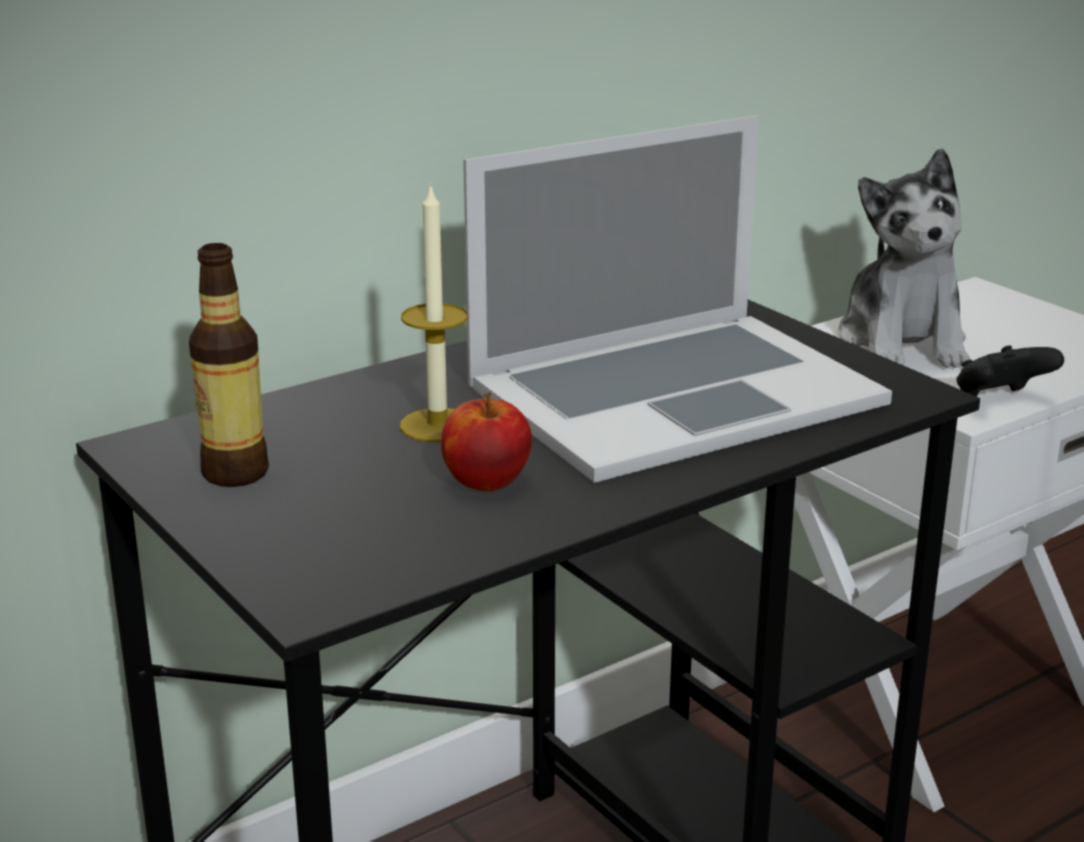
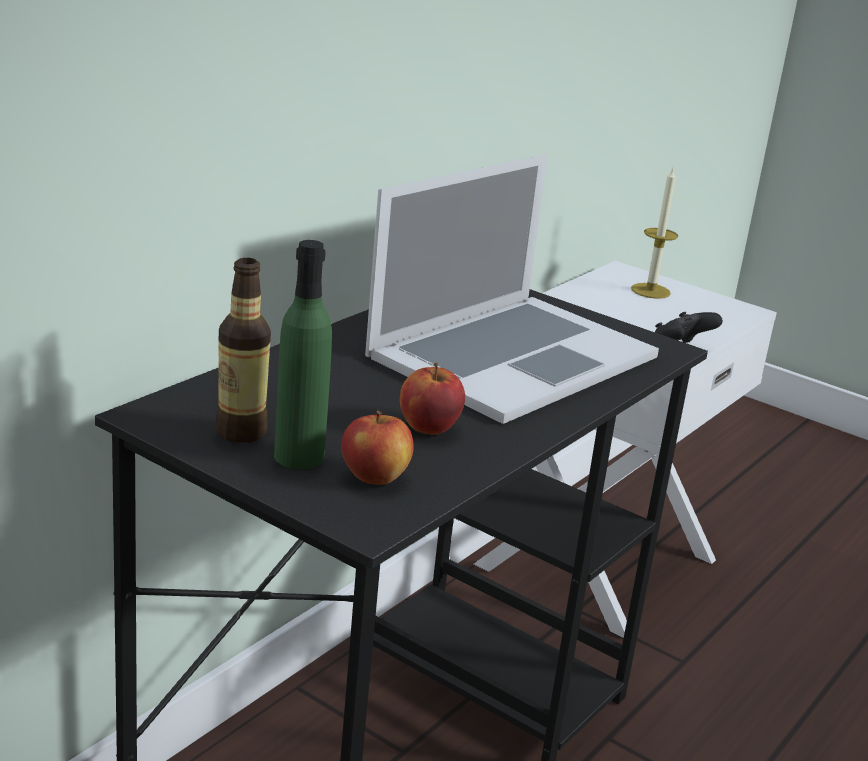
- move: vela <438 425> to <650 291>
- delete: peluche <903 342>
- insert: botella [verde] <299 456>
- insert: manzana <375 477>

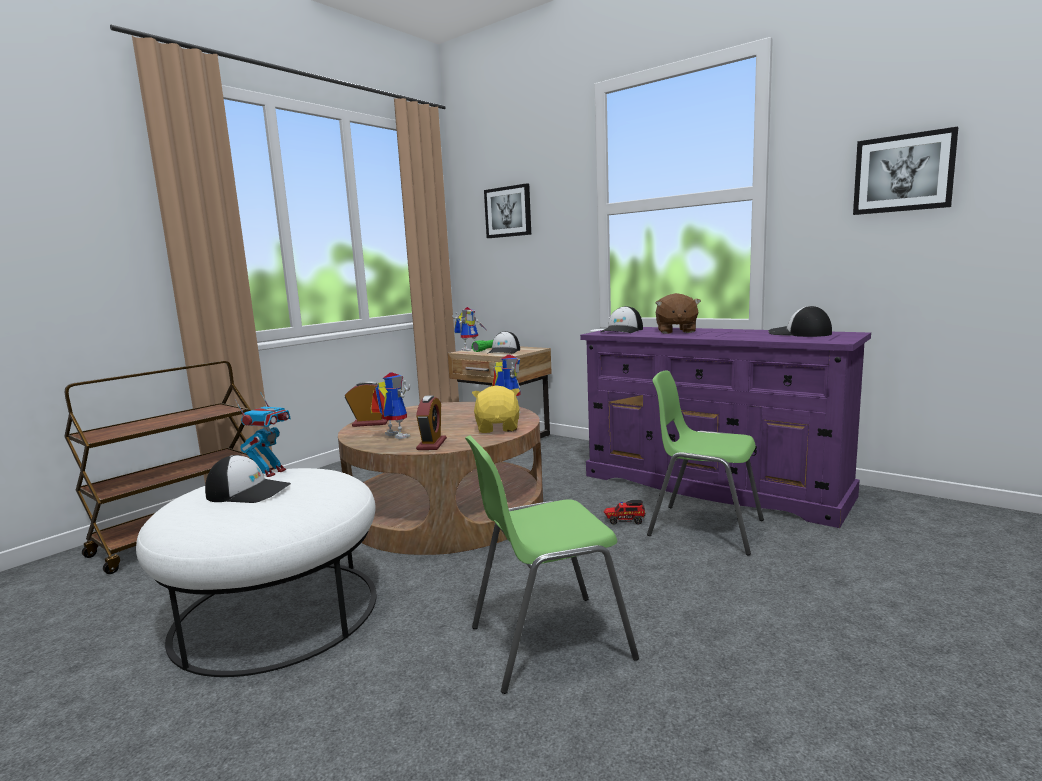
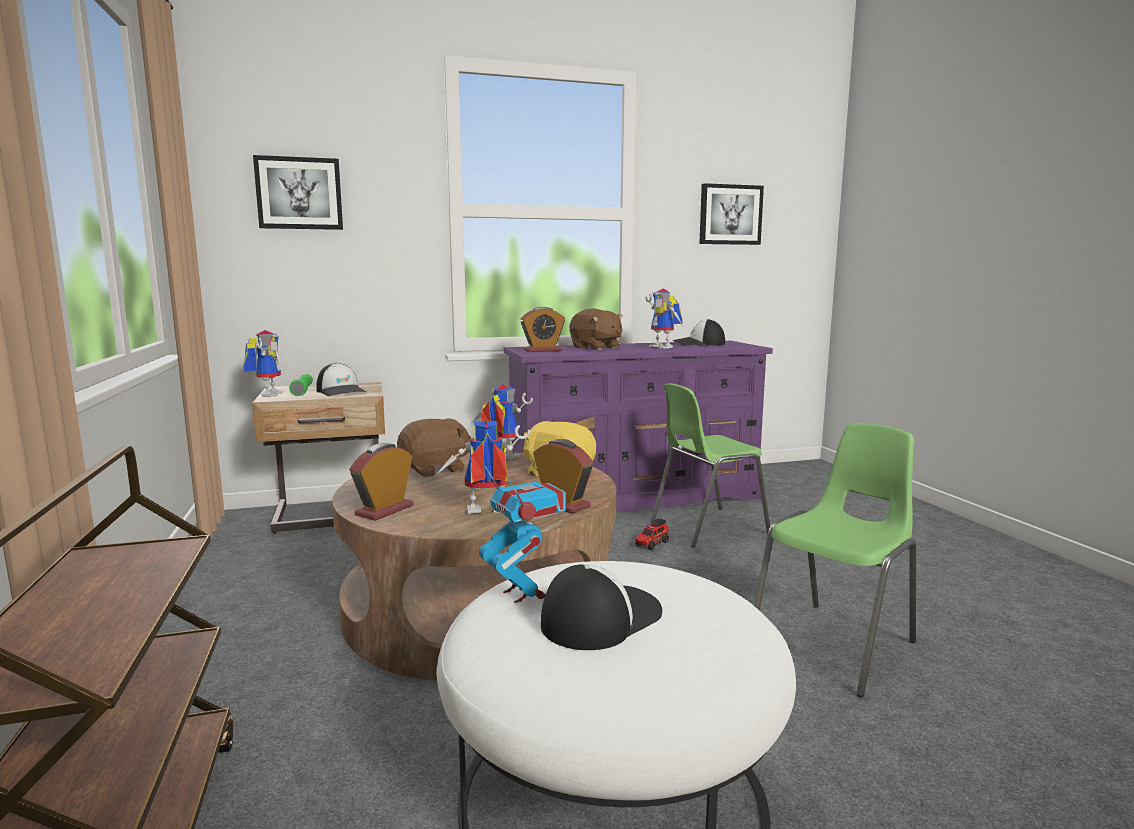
- rotate: silla [verde] <548 642> = <835 645> 150 degrees counterclockwise
- replace: gorra <622 331> to despertador <542 350>
- insert: peluche [marrón] <435 469>
- insert: robot de juguete <665 347>

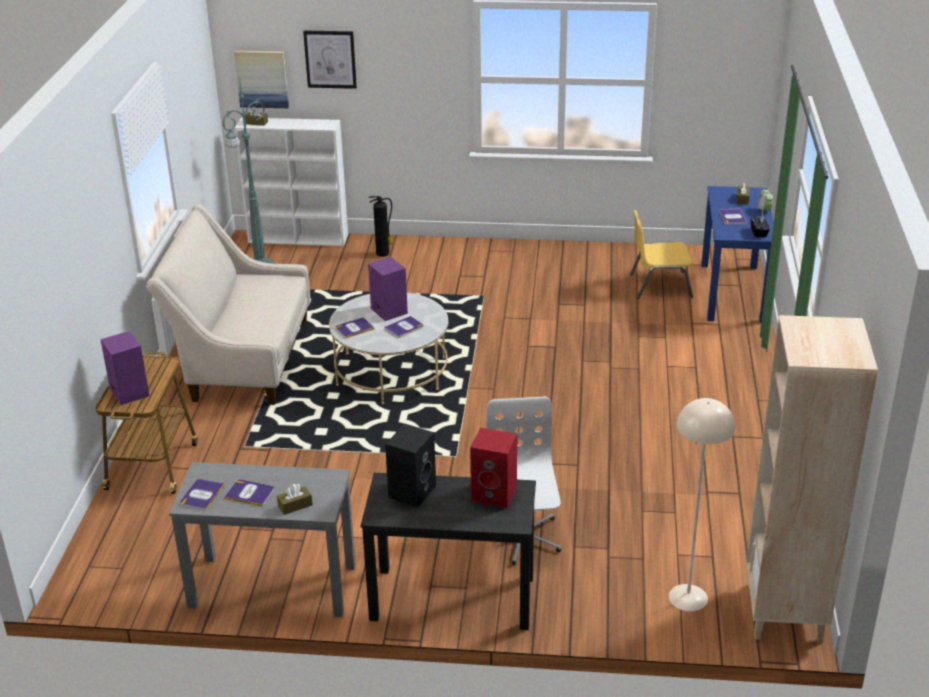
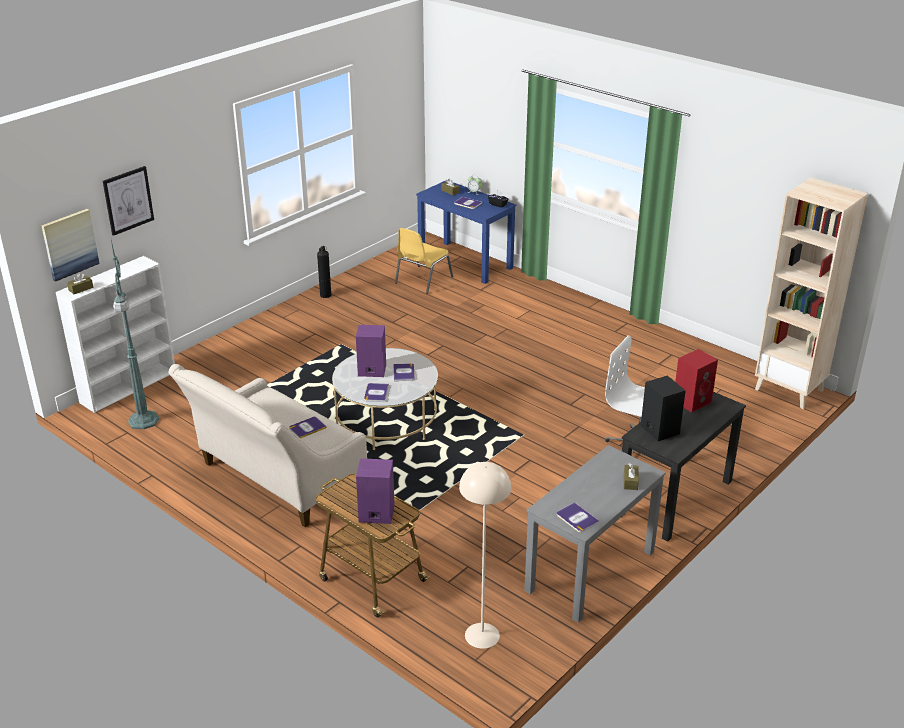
- move: libro <250 493> to <307 428>
- move: extintor <383 253> to <325 295>
- move: lámpara de pie [beis] <688 597> to <482 635>

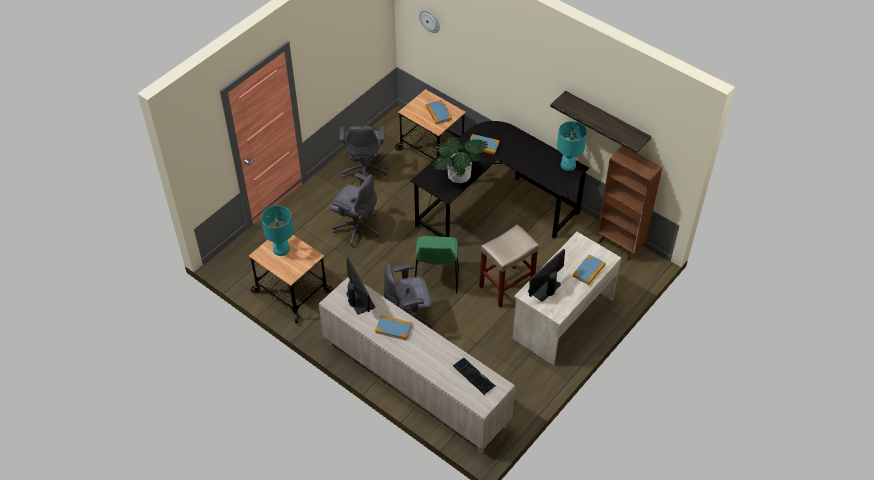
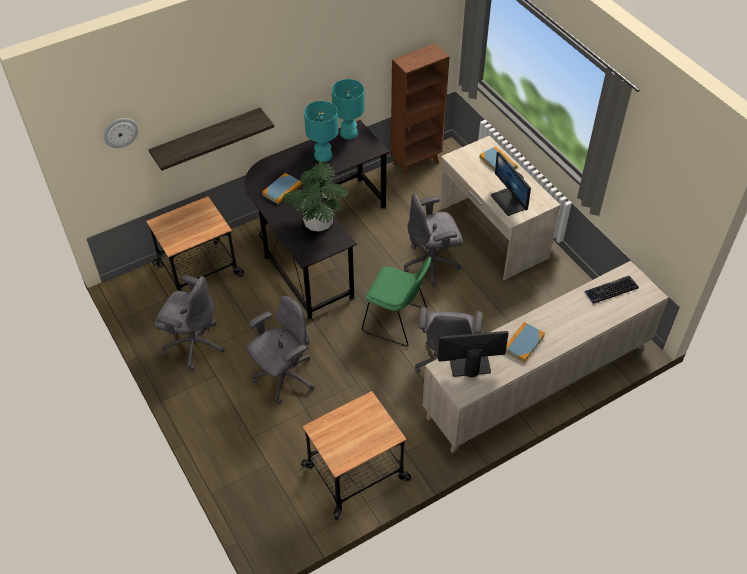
- move: lámpara de mesa [turquesa] <282 249> to <323 155>
- delete: libro <438 113>
- replace: taburete [beis] <507 285> to silla de oficina [gris] <432 264>
- move: estante <606 121> to <207 138>

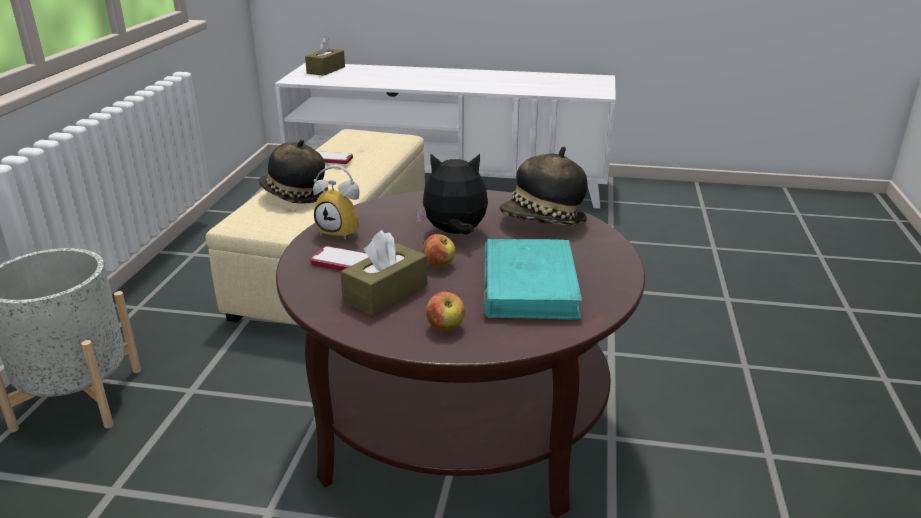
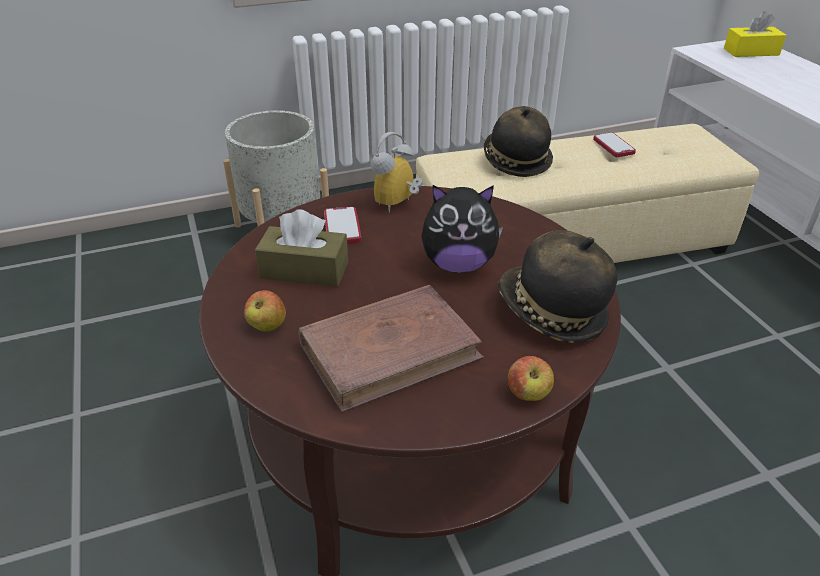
- recolor: caja de pañuelos [marrón] <326 70> to caja de pañuelos [amarillo] <751 52>
- rotate: despertador <343 231> = <398 205> 45 degrees clockwise
- rotate: peluche <455 233> = <458 264> 120 degrees clockwise
- move: manzana <439 265> to <528 394>
- recolor: libro [turquesa] <529 284> to libro [marrón] <390 351>

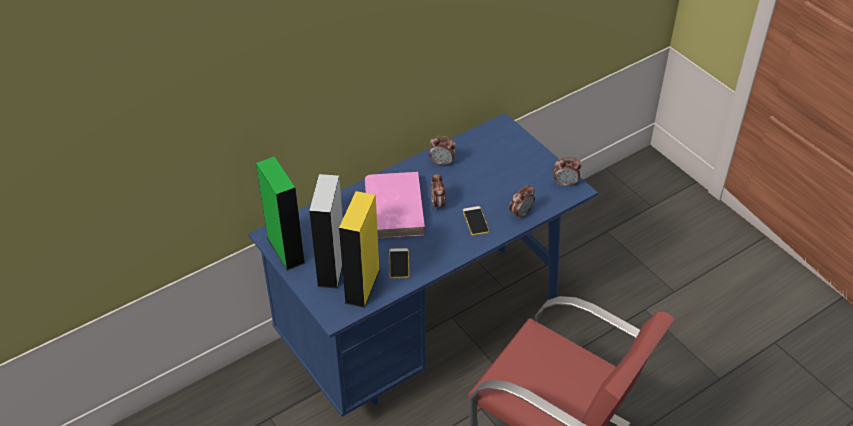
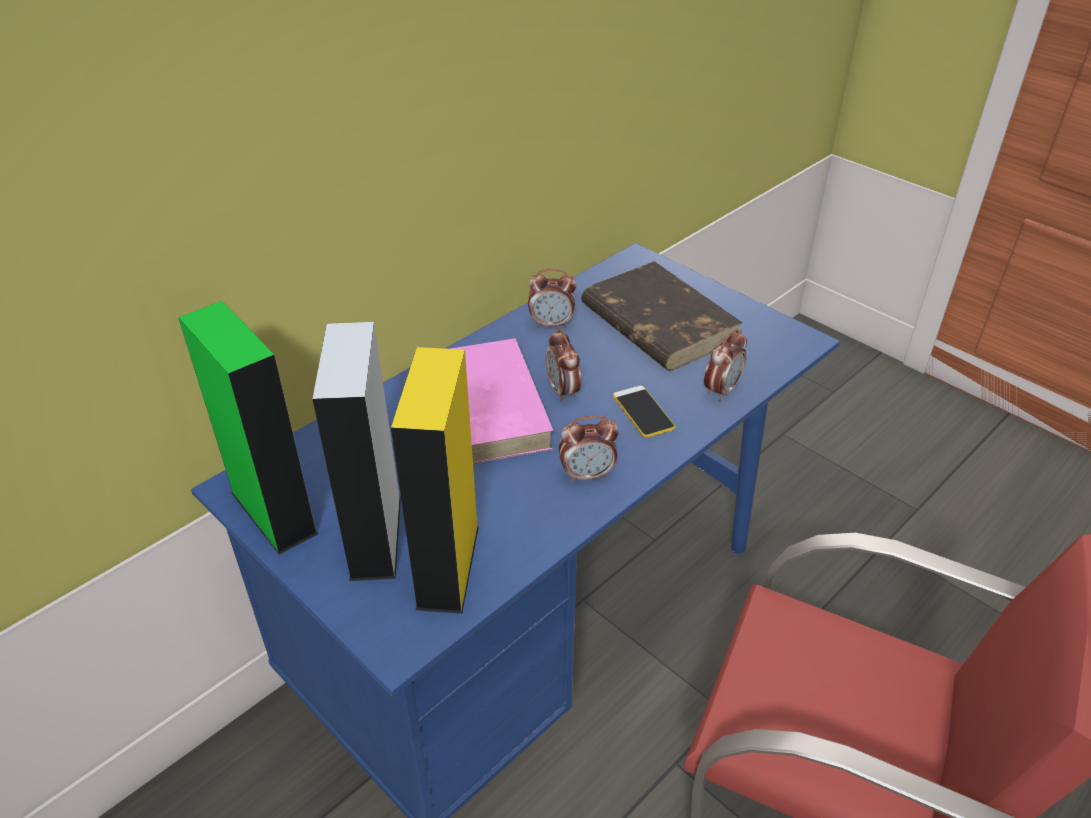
- delete: móvil <399 263>
- move: despertador <565 183> to <587 475>
- insert: libro [marrón] <657 322>

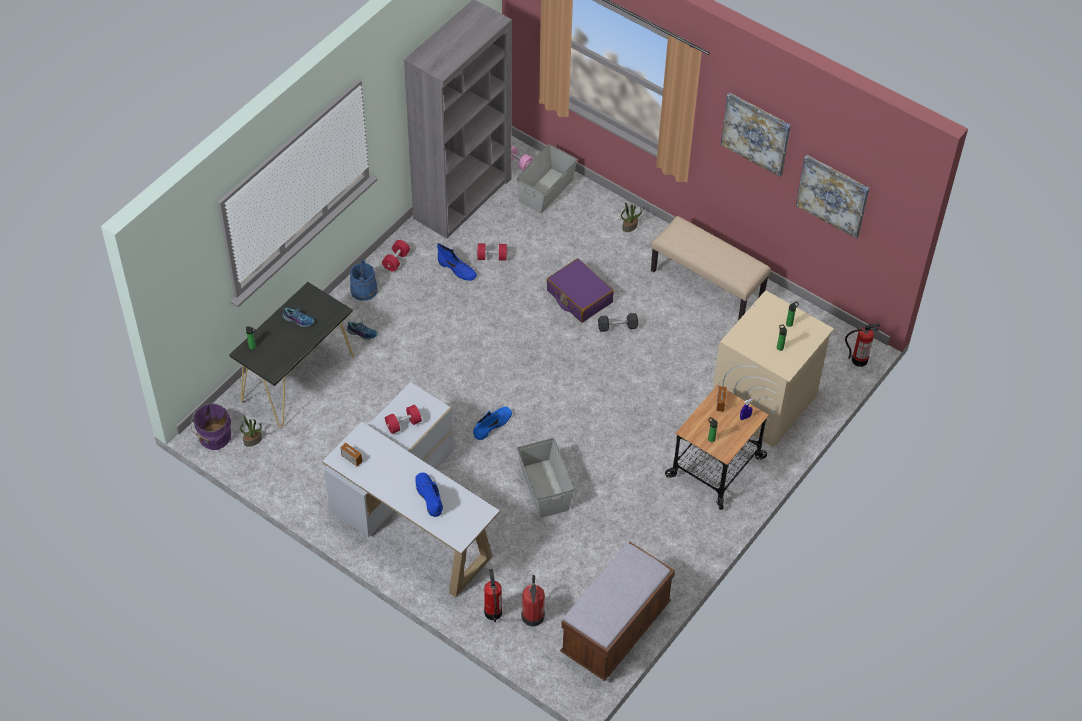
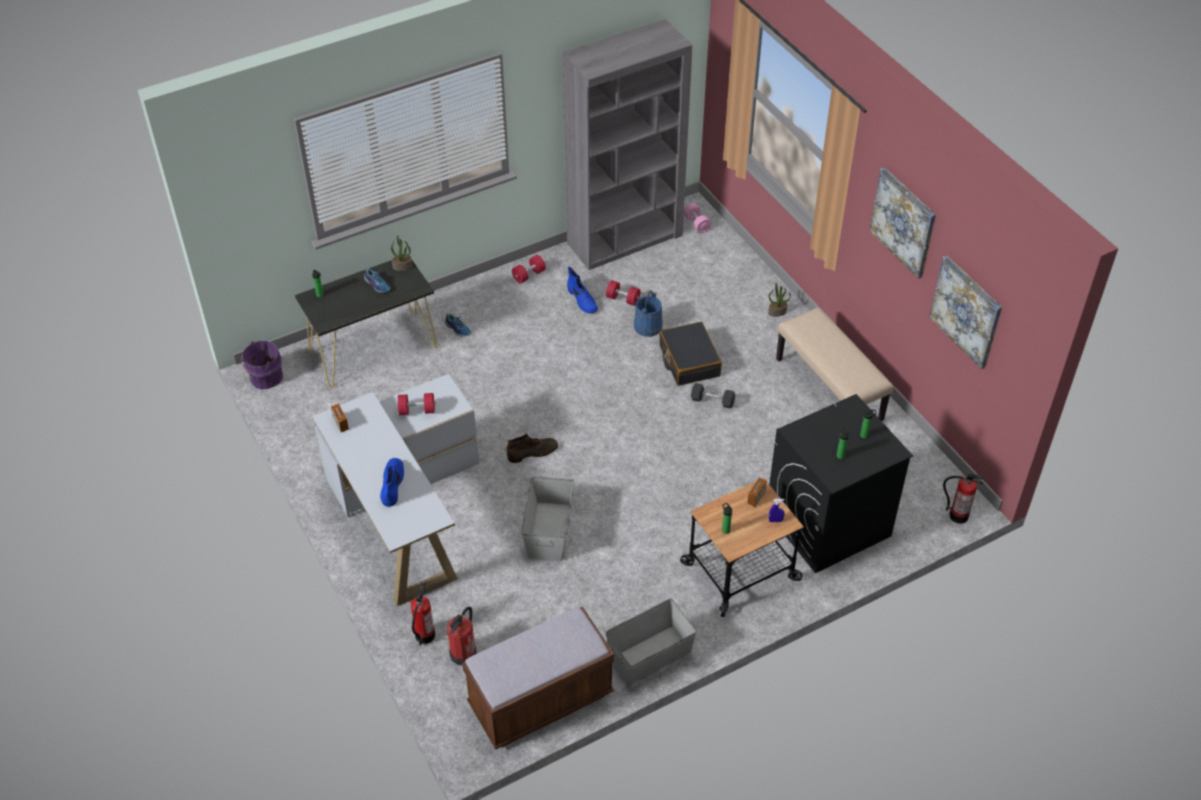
- move: planta en maceta <252 440> to <403 266>
- move: cubo [azul] <364 290> to <648 326>
- recolor: bota [azul] <493 424> to bota [marrón] <533 452>
- move: caja de almacenaje [gris] <546 190> to <650 655>
- recolor: maleta [morado] <579 297> to maleta [negro] <689 361>
- recolor: lavadora [beis] <763 403> to lavadora [negro] <827 524>

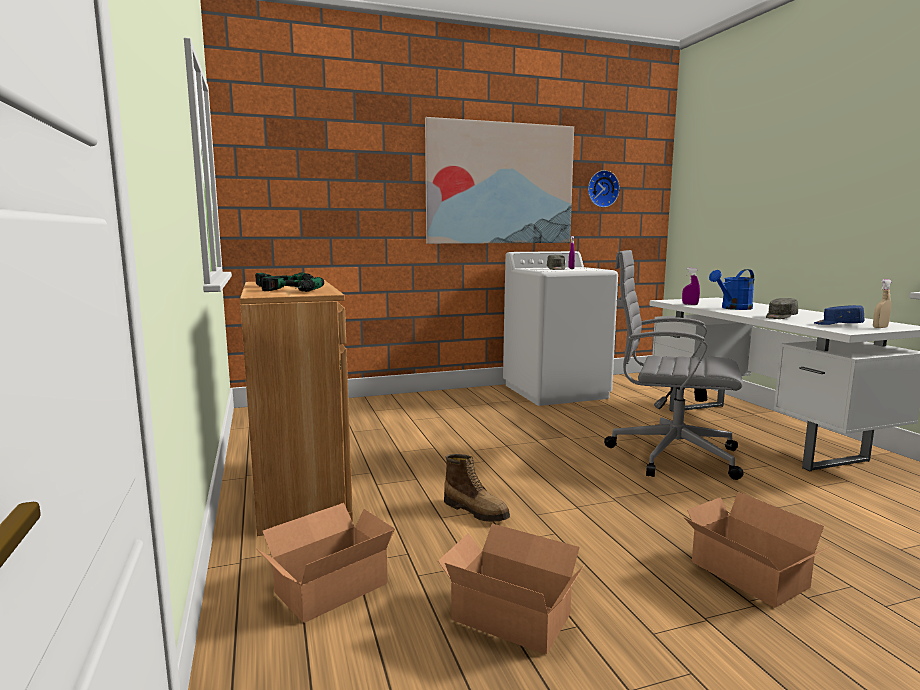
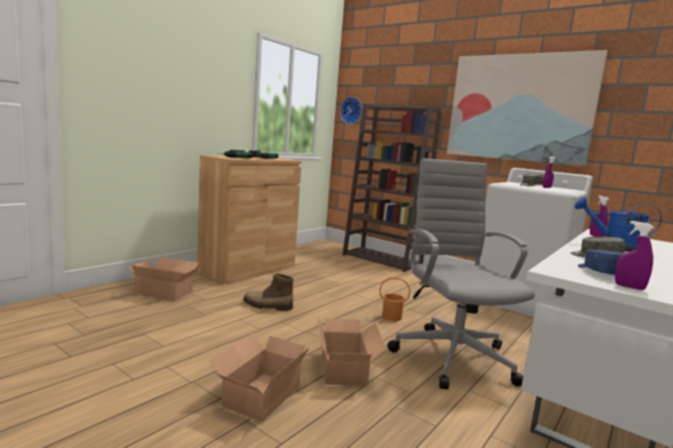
- move: caja de cartón <510 613> to <346 368>
- rotate: bota <476 511> = <267 306> 90 degrees clockwise
- move: reloj de pared <602 189> to <352 110>
- recolor: pulverizador [beis] <880 327> to pulverizador [morado] <629 287>
- insert: estantería [marrón] <383 260>
- insert: cubo [naranja] <392 317>

